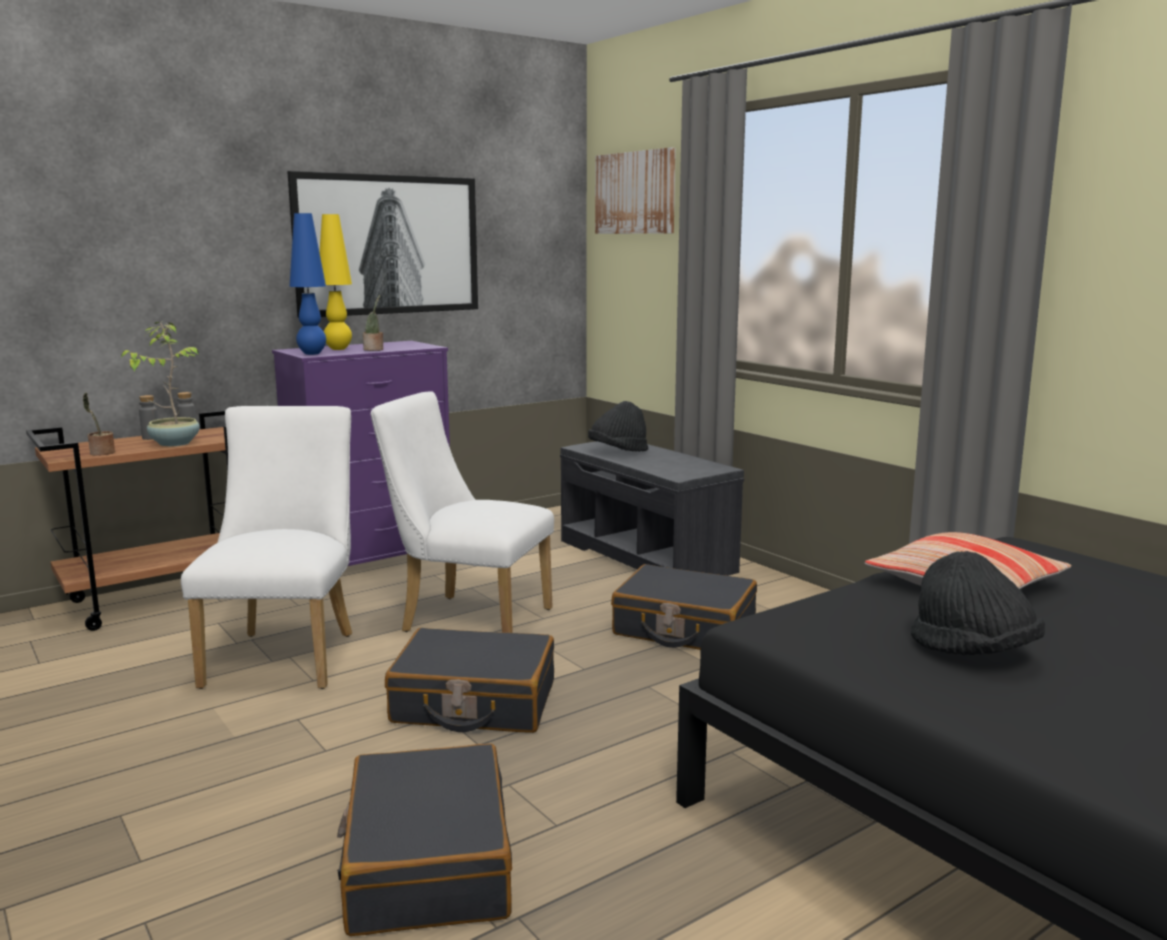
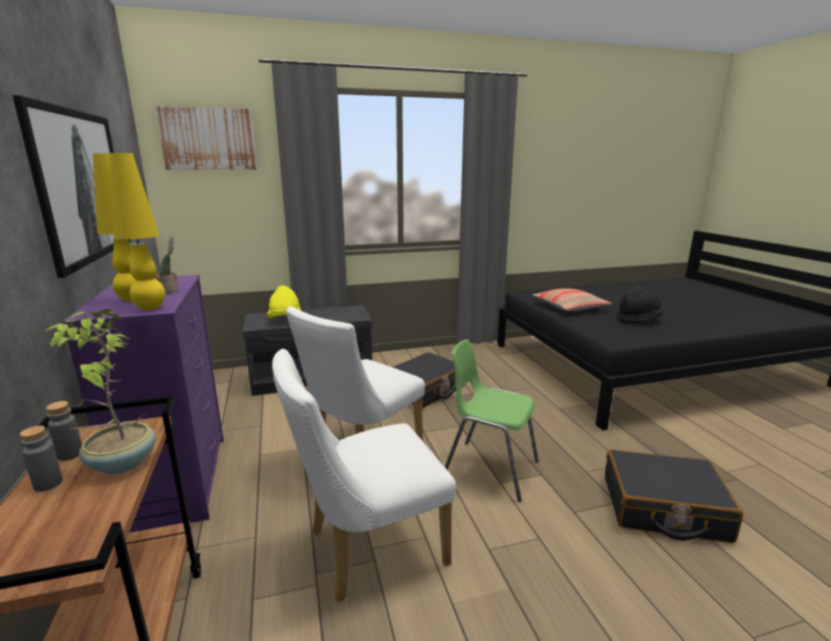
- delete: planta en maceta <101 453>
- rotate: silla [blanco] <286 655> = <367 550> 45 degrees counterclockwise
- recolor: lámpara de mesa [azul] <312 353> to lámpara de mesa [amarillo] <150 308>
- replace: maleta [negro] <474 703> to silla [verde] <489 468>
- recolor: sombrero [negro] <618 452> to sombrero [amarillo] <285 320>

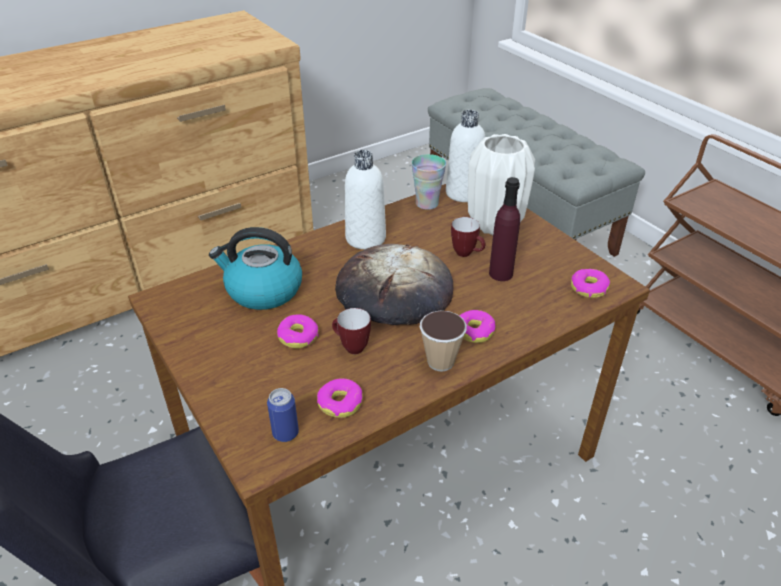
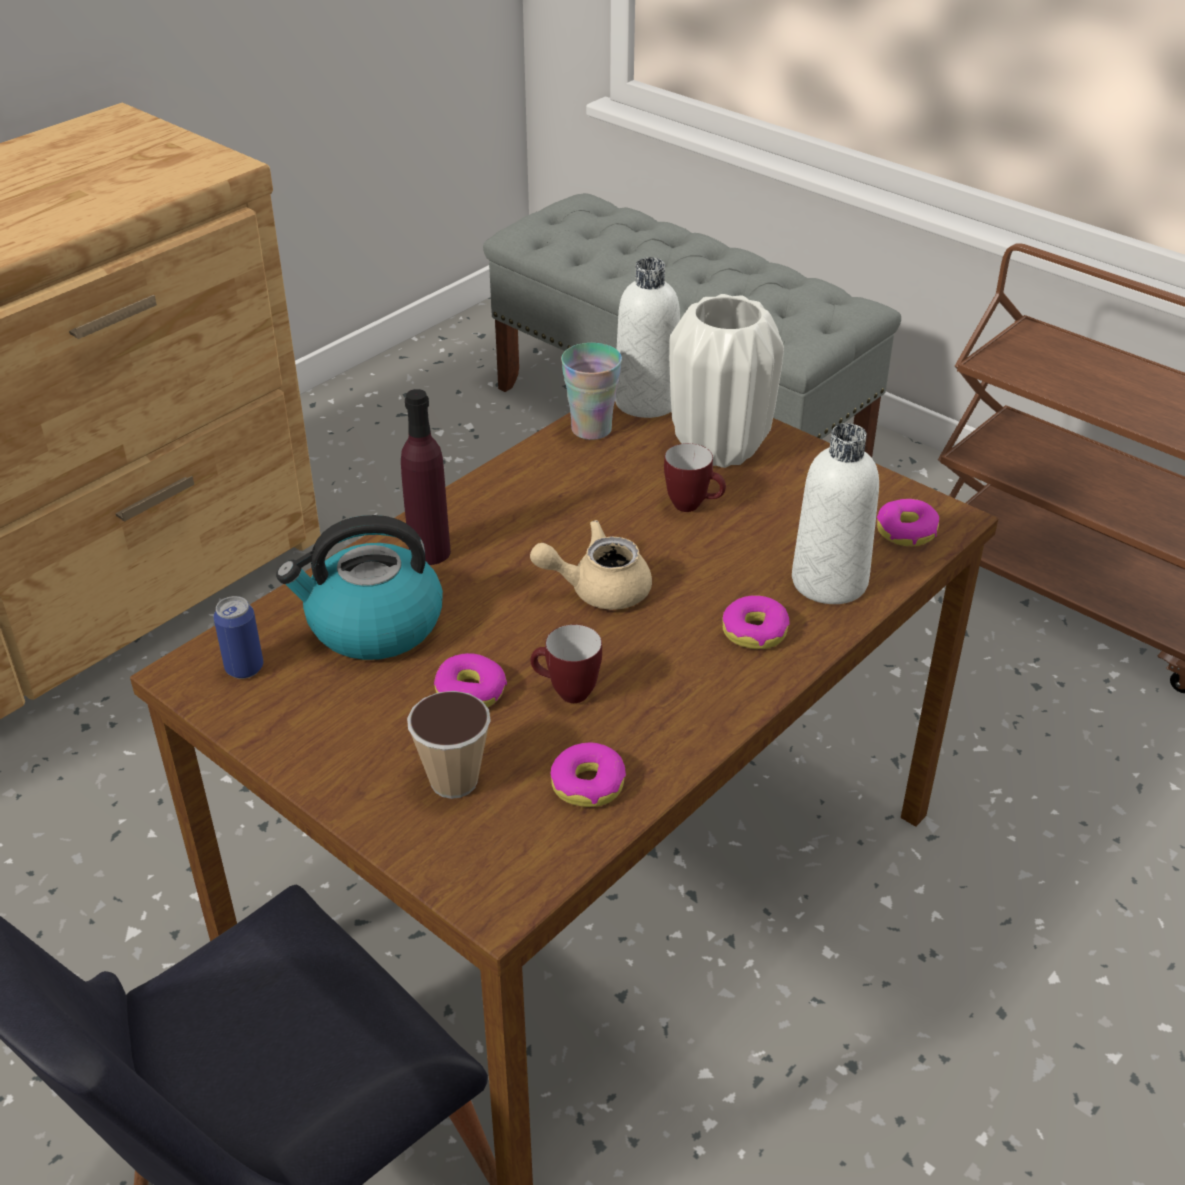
- move: lata <285 433> to <244 668>
- replace: pan <393 291> to tetera [beis] <598 589>
- move: botella [blanco] <365 238> to <829 582>
- move: taza <440 362> to <454 781>
- move: botella [morado] <500 273> to <429 552>

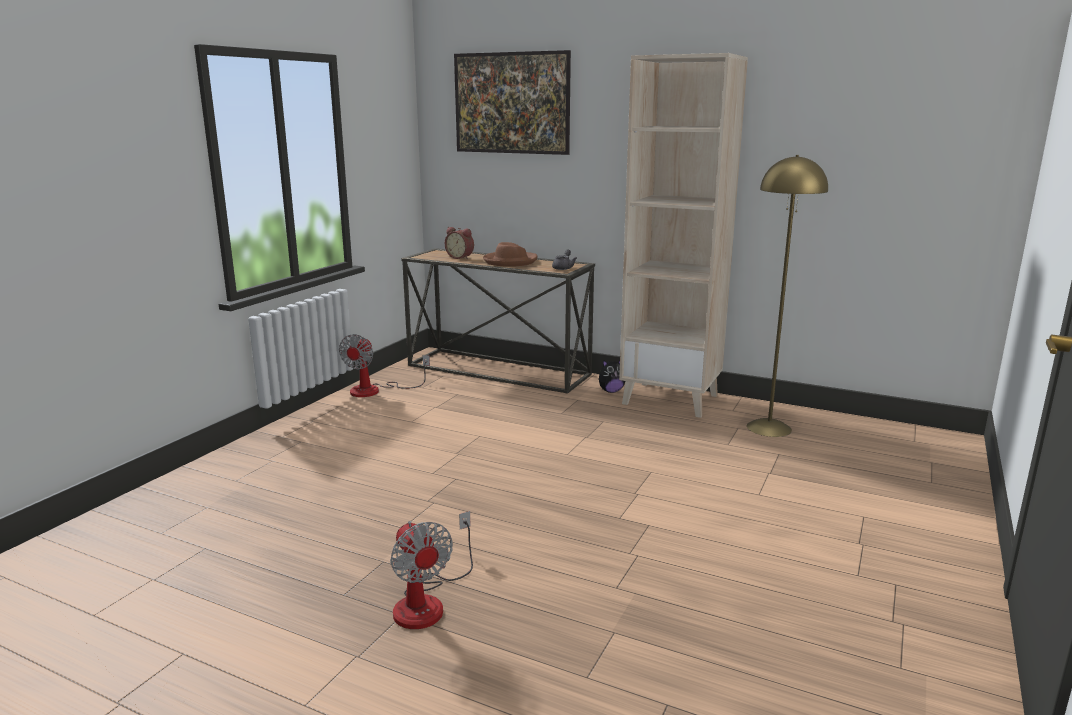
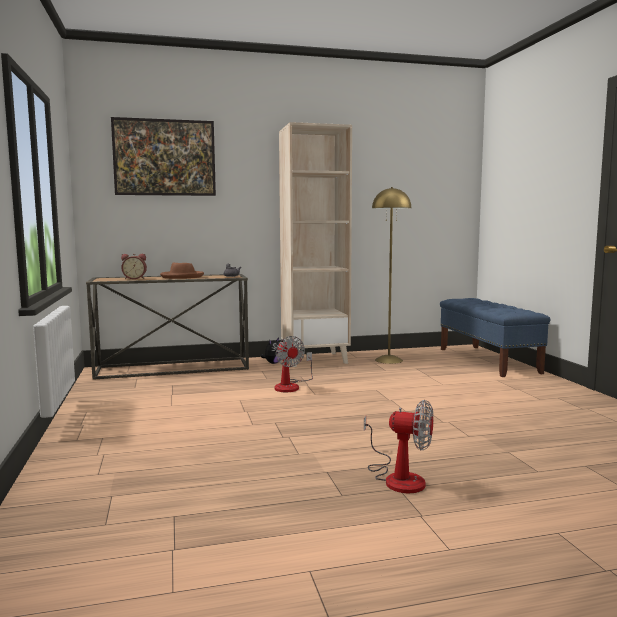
- move: ventilador <375 390> to <291 386>
- insert: banco [azul] <488 360>

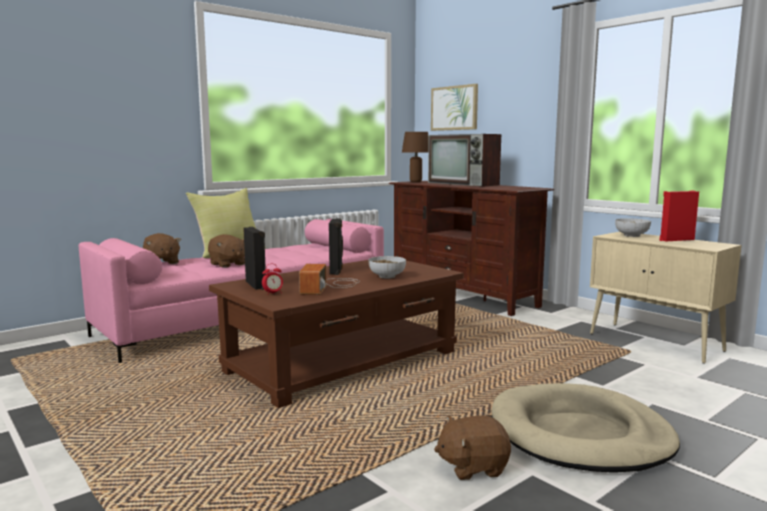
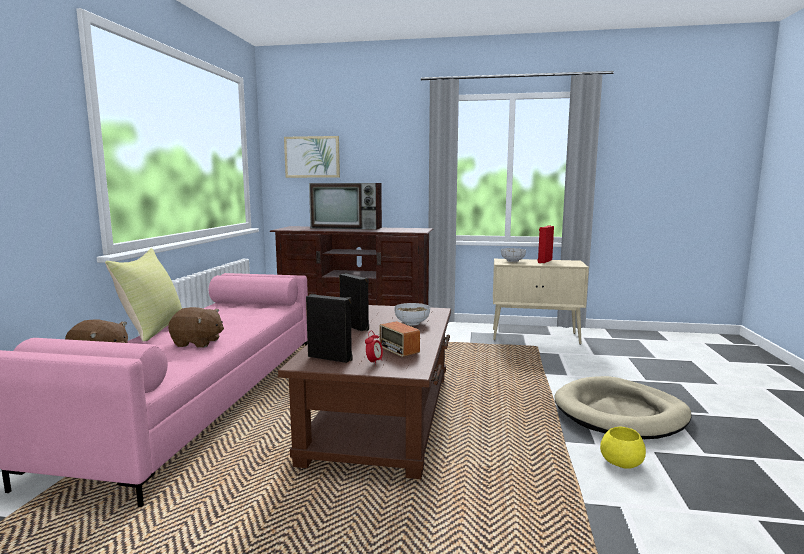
- delete: lámpara de mesa [marrón] <416 182>
- replace: peluche [marrón] <472 467> to cuenco [amarillo] <621 462>

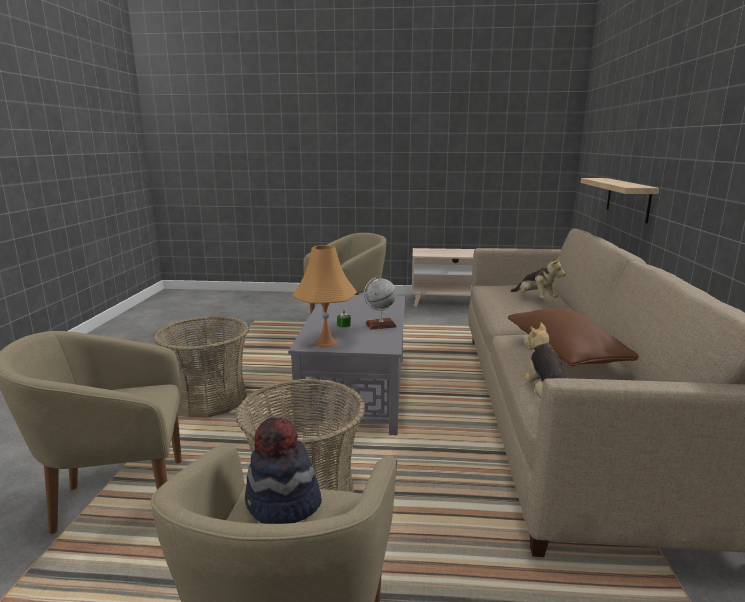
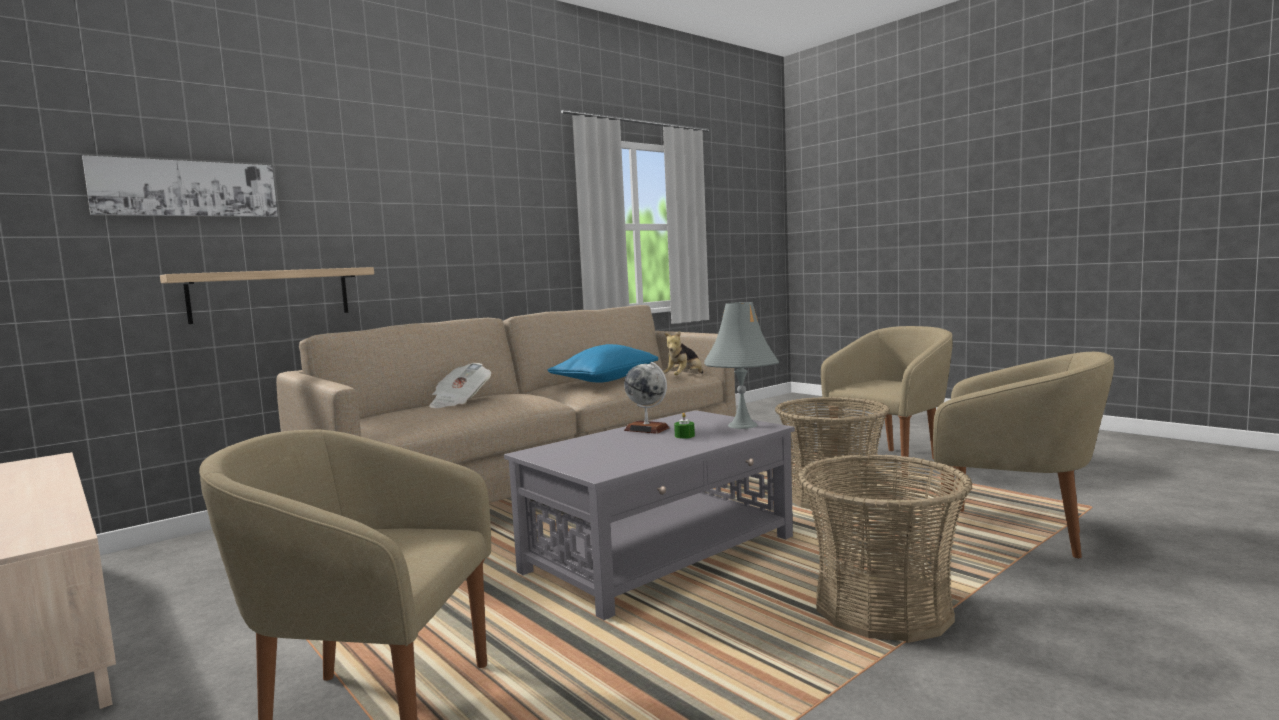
- delete: sombrero <283 504>
- recolor: lámpara de mesa [naranja] <326 342> to lámpara de mesa [gris] <743 425>
- recolor: cojín [marrón] <565 353> to cojín [azul] <606 380>
- replace: peluche <535 299> to periódico <459 402>
- insert: cuadro <186 189>

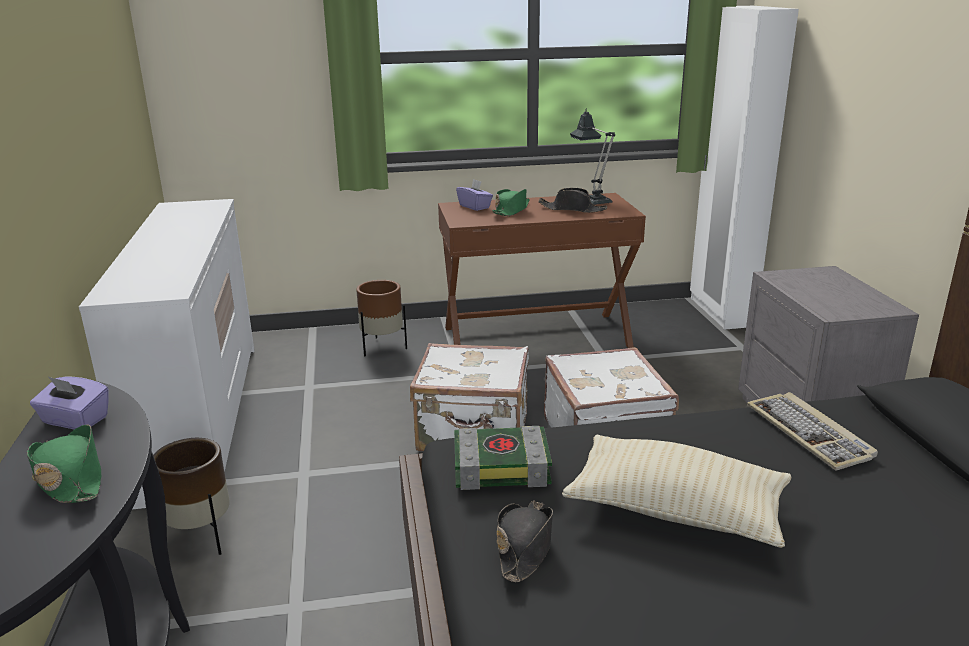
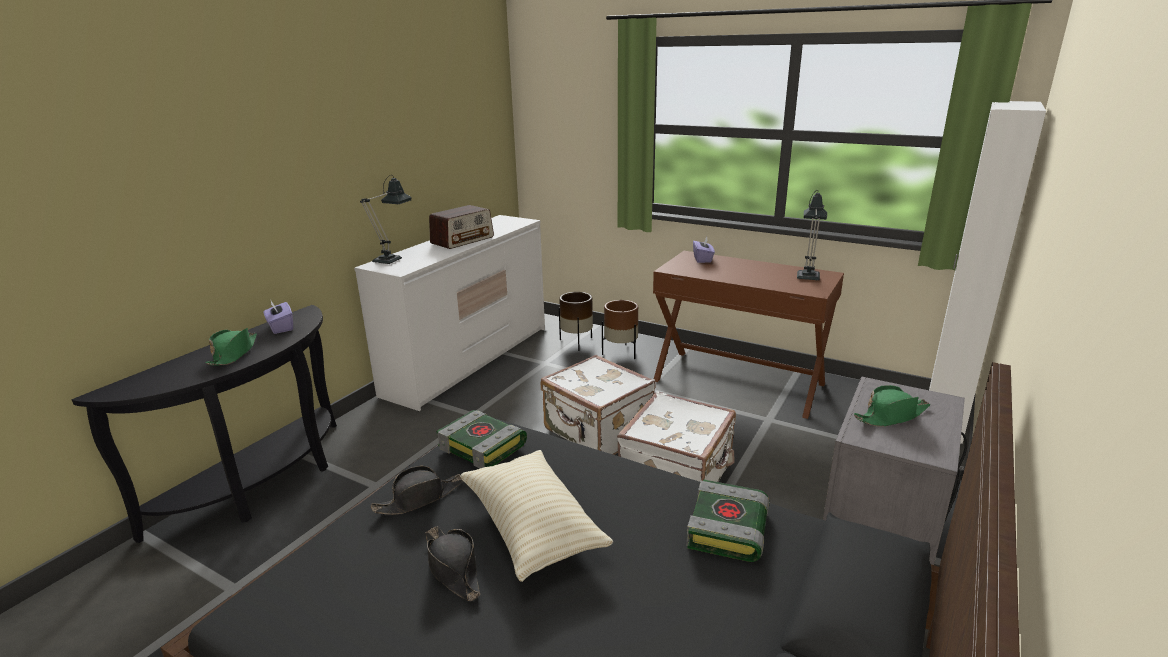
- move: maceta [marrón] <202 537> to <577 342>
- move: sombrero [verde] <511 210> to <891 416>
- move: sombrero [negro] <572 209> to <453 568>
- replace: teclado <810 434> to libro <728 530>
- insert: lámpara de mesa <391 259>
- insert: radio <463 240>

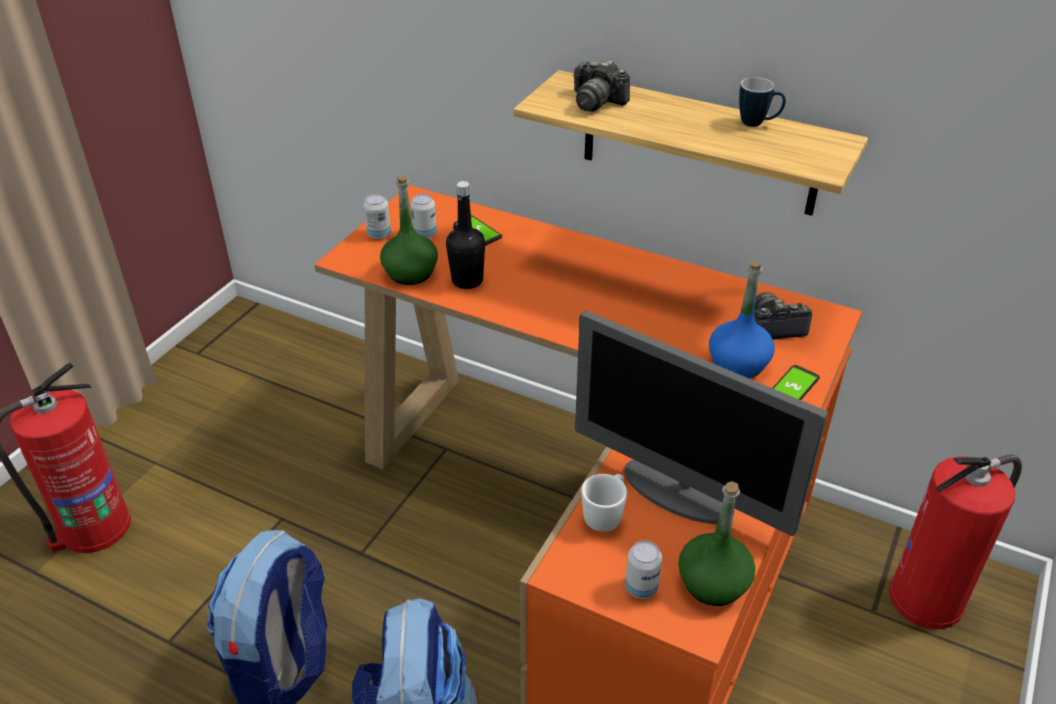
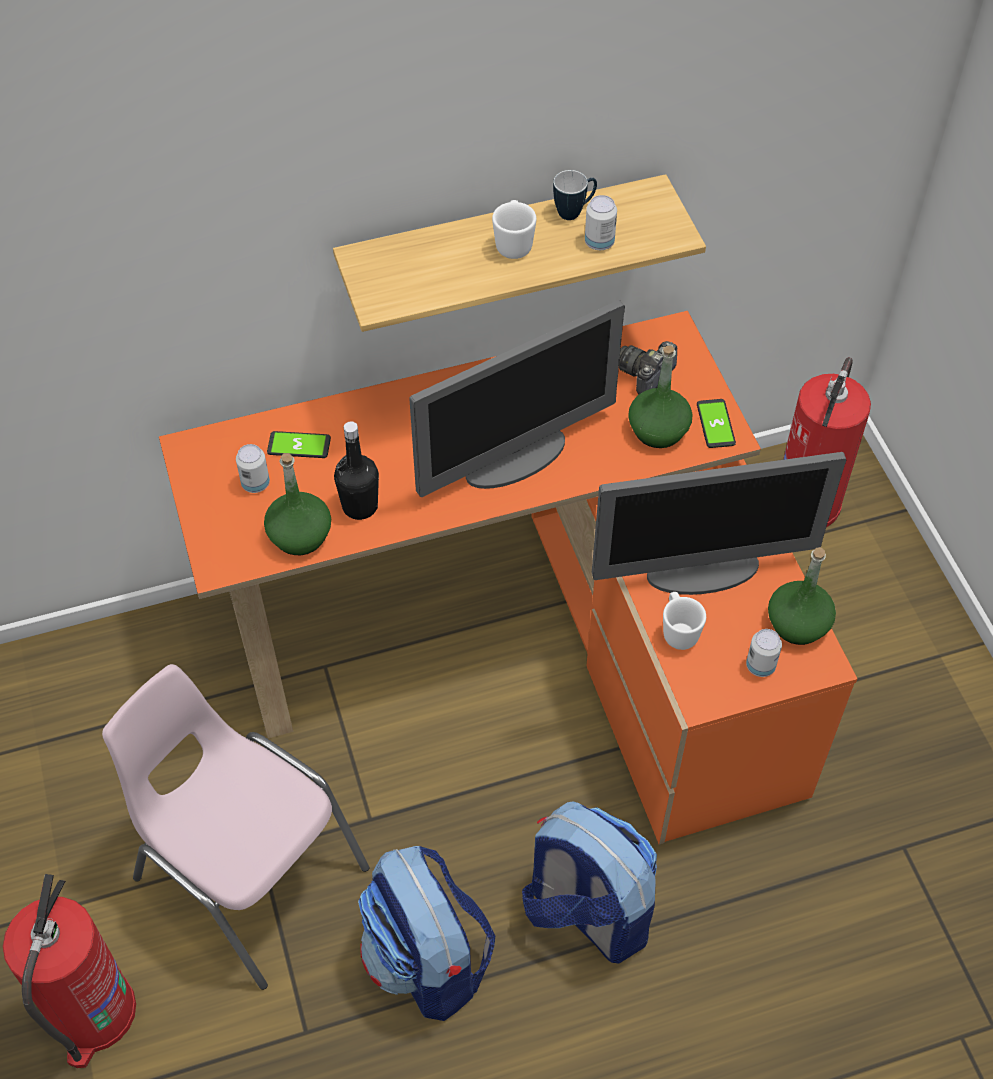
- move: lata <379 234> to <599 242>
- delete: cámara <596 102>
- recolor: botella [azul] <737 364> to botella [verde] <658 430>
- insert: silla [rosa] <248 872>
- insert: monitor <516 458>
- insert: taza grande [blanco] <513 243>

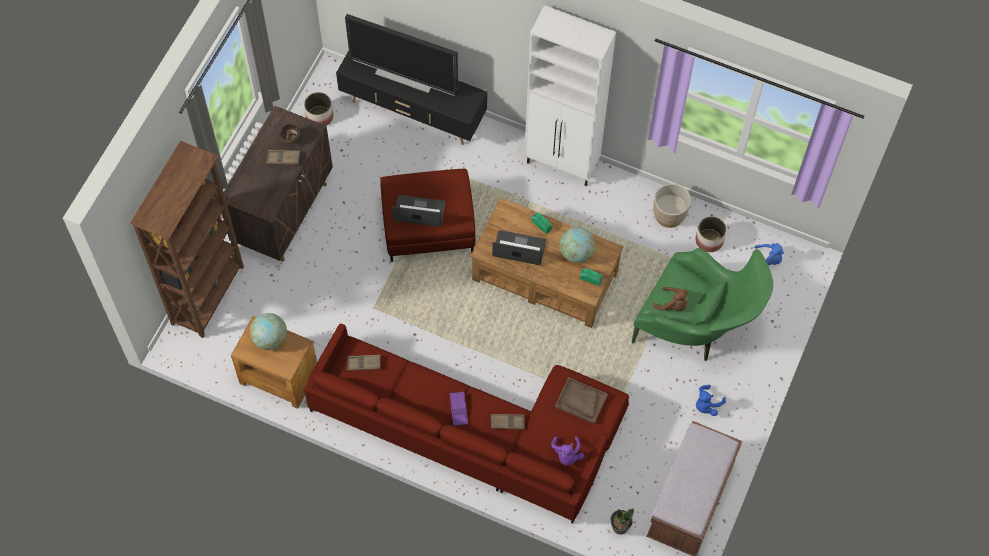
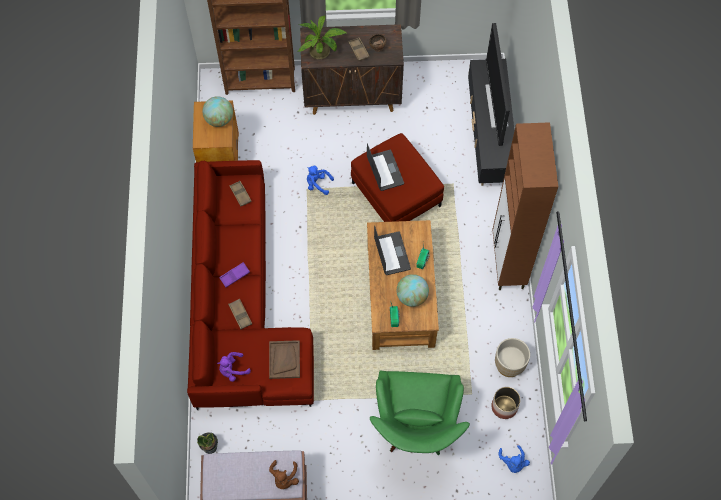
- delete: maceta <319 116>
- recolor: armario [blanco] <562 164> to armario [marrón] <508 264>
- move: peluche [marrón] <672 305> to <284 478>
- move: peluche [azul] <706 405> to <318 184>
- insert: planta en maceta <322 52>

